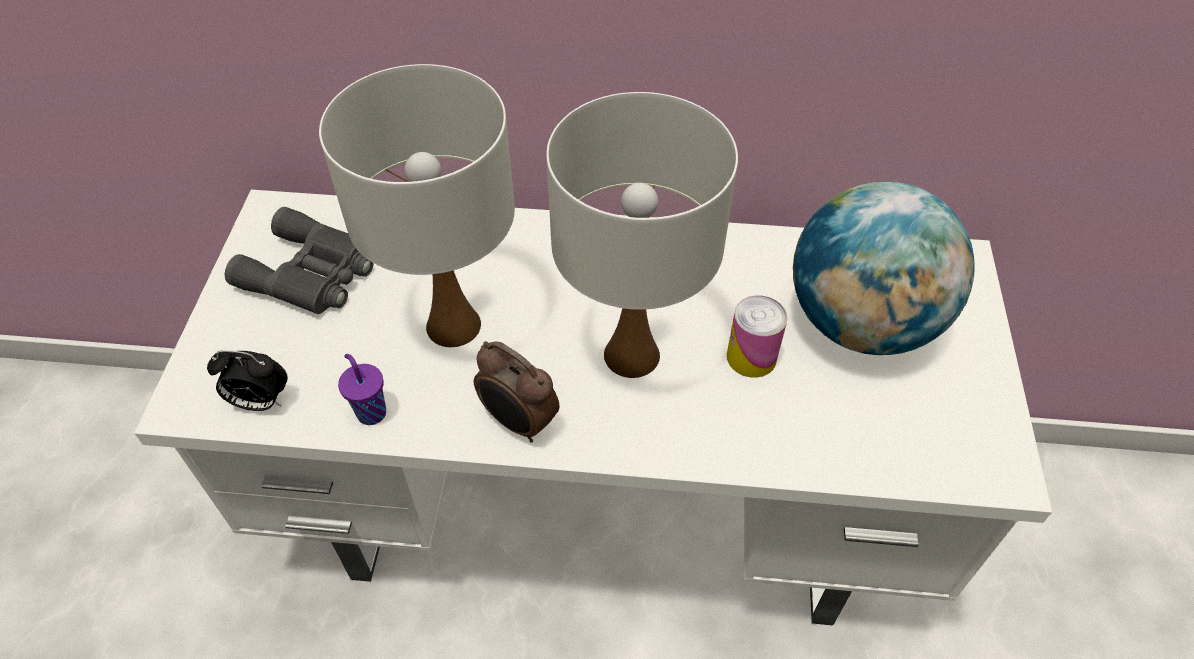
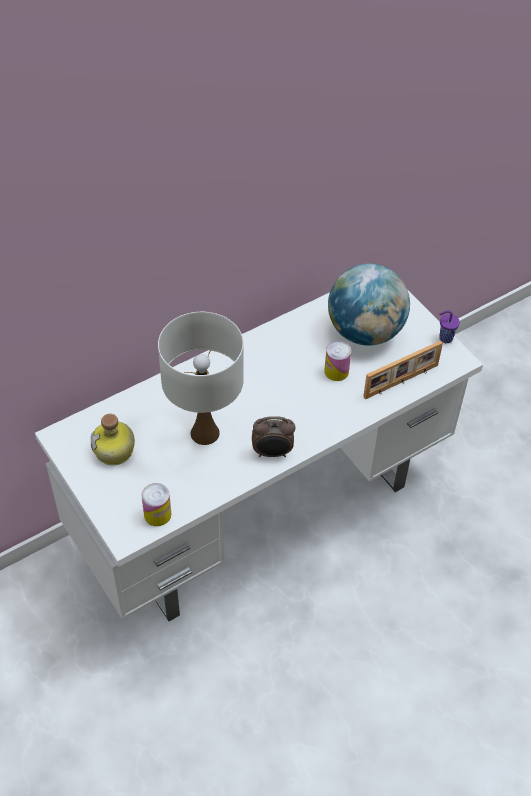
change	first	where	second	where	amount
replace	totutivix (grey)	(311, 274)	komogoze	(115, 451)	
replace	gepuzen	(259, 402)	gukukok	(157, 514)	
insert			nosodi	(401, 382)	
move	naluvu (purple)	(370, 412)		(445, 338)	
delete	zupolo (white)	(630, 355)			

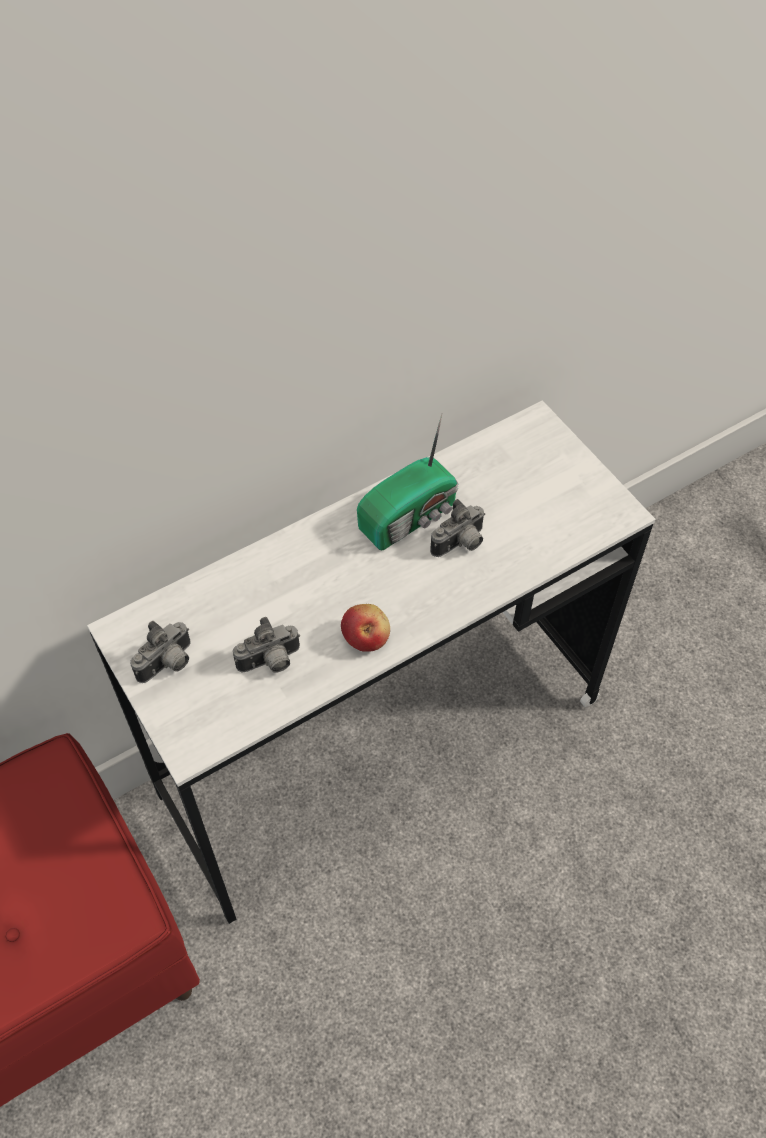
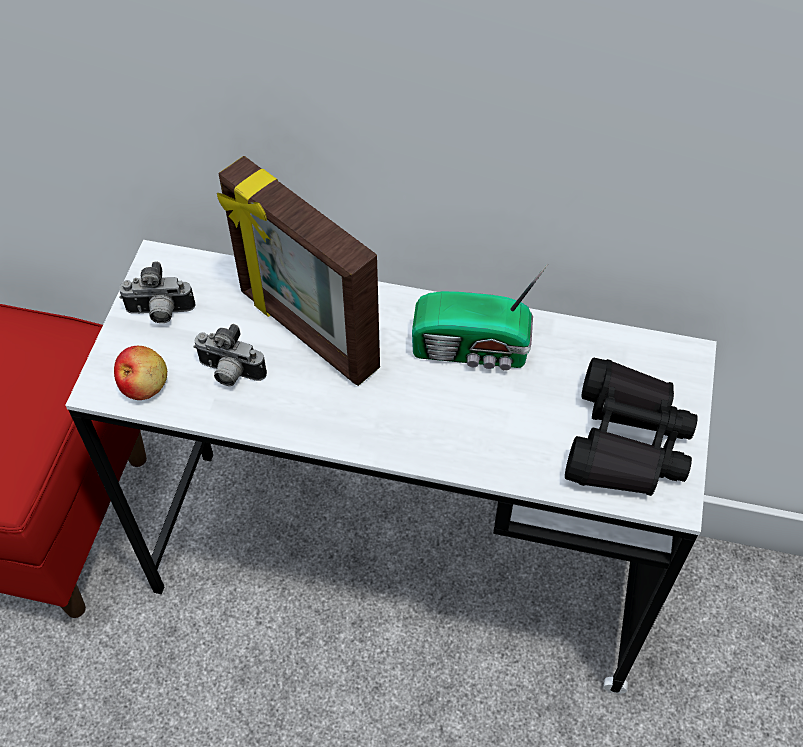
change	first	where	second	where	amount
move	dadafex	(366, 637)		(144, 384)	
insert			nosodi	(306, 332)	
insert			totutivix (black)	(626, 441)	
delete	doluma	(460, 544)			

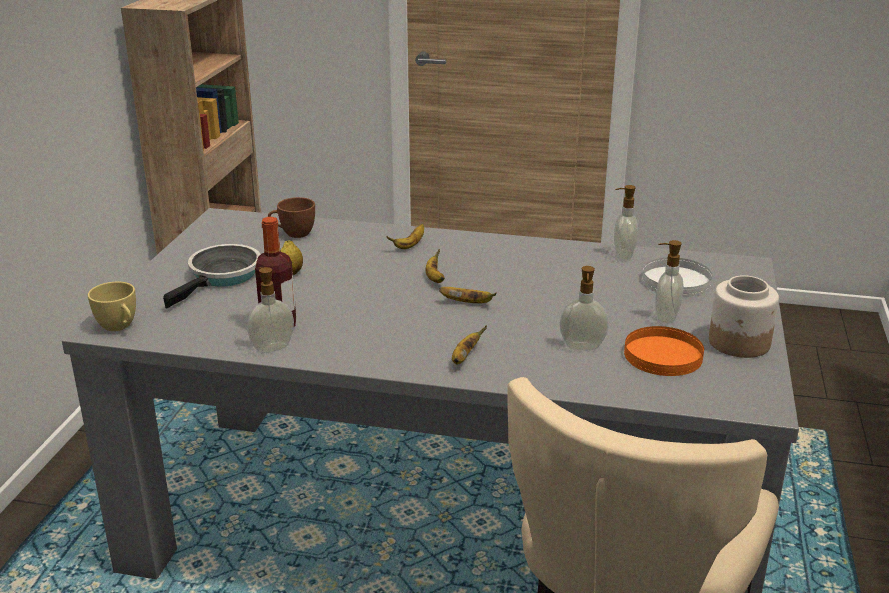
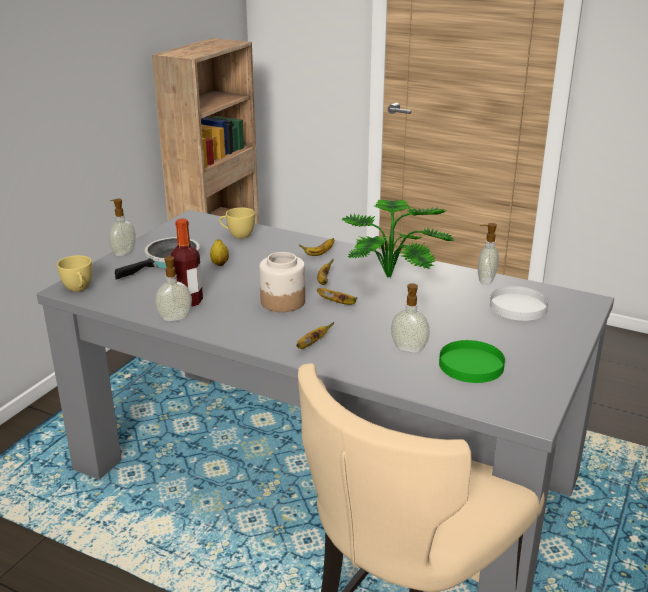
change	first	where	second	where	amount
move	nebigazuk	(665, 317)		(123, 253)	
recolor	naluvu (brown)	(293, 234)	naluvu (yellow)	(237, 235)	
move	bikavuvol	(739, 343)		(283, 302)	
insert			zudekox	(395, 276)	
recolor	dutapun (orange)	(662, 355)	dutapun (green)	(470, 365)	

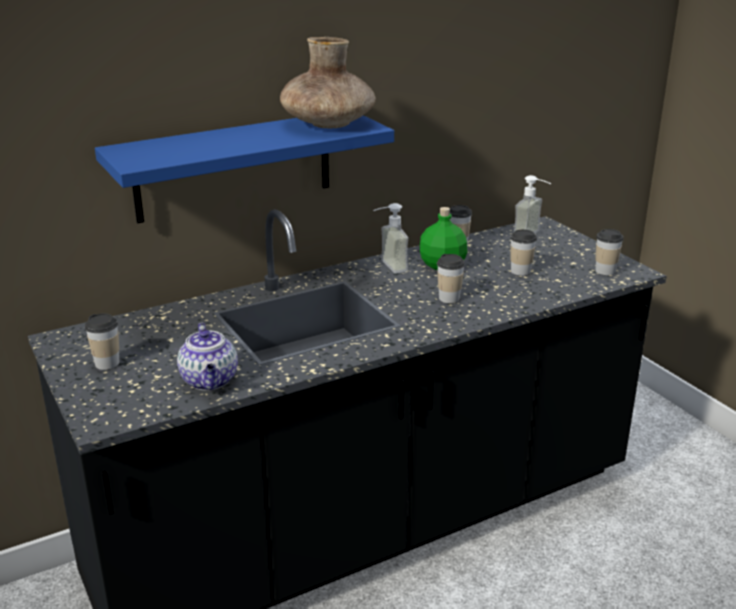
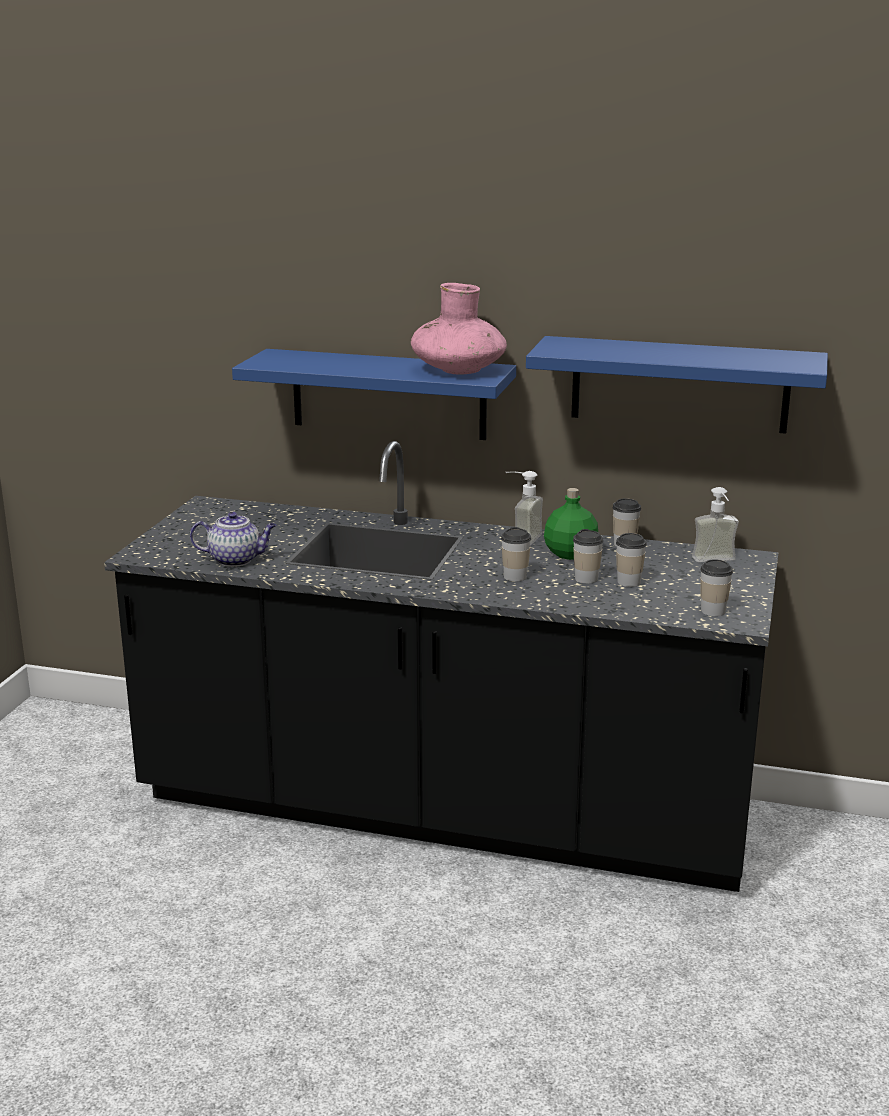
change	first	where	second	where	amount
rotate	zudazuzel	(210, 381)		(236, 560)	120 degrees counterclockwise
recolor	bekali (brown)	(328, 124)	bekali (pink)	(459, 370)	
insert			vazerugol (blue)	(679, 384)	
move	naluvu	(107, 363)		(586, 579)	

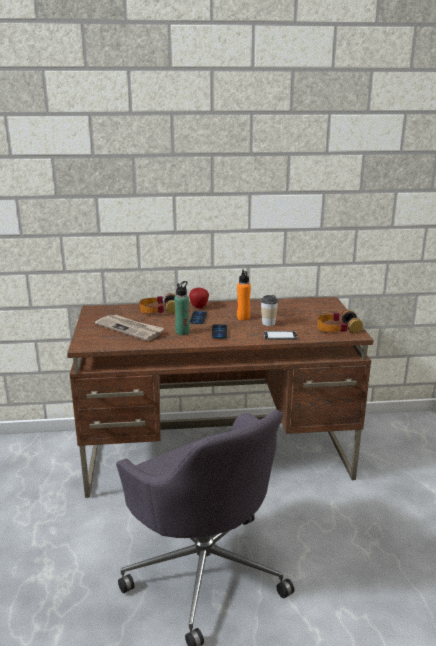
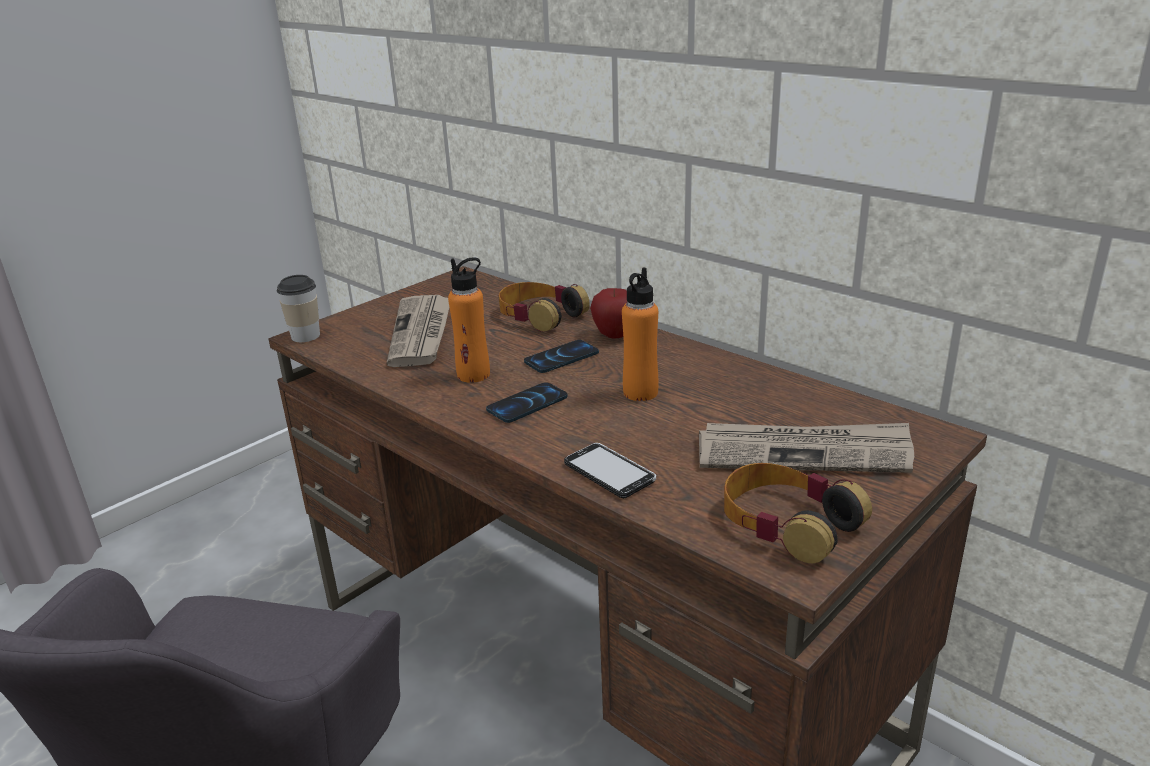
change	first	where	second	where	amount
move	naluvu	(268, 323)		(305, 336)	
recolor	komogoze (green)	(182, 332)	komogoze (orange)	(473, 375)	
insert			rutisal	(804, 452)	

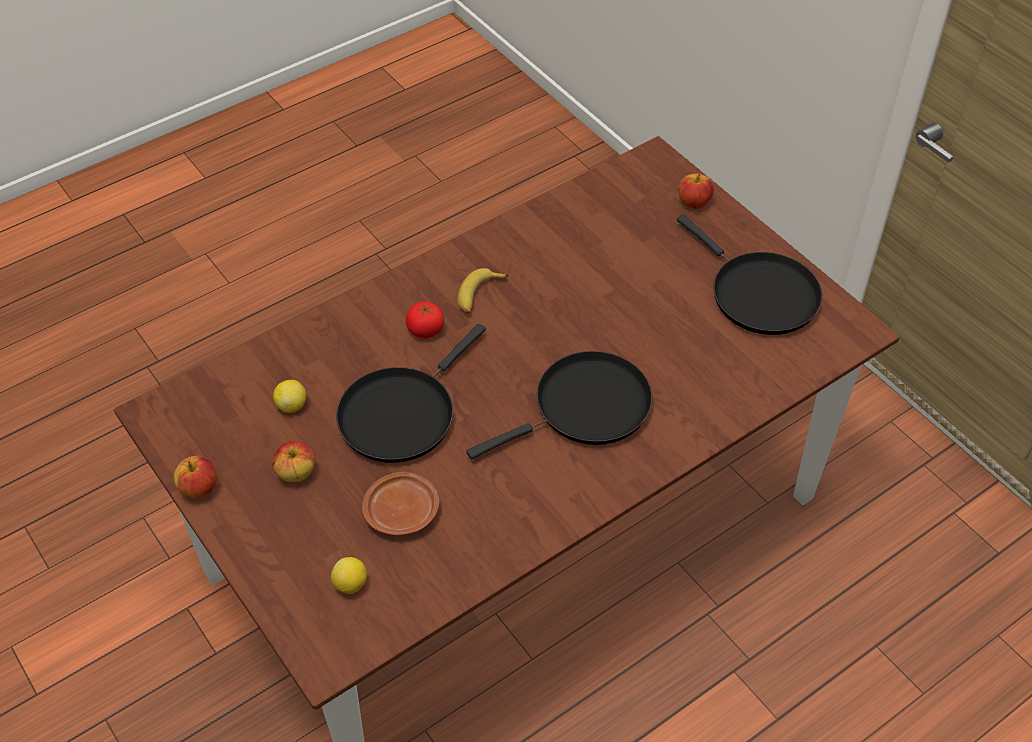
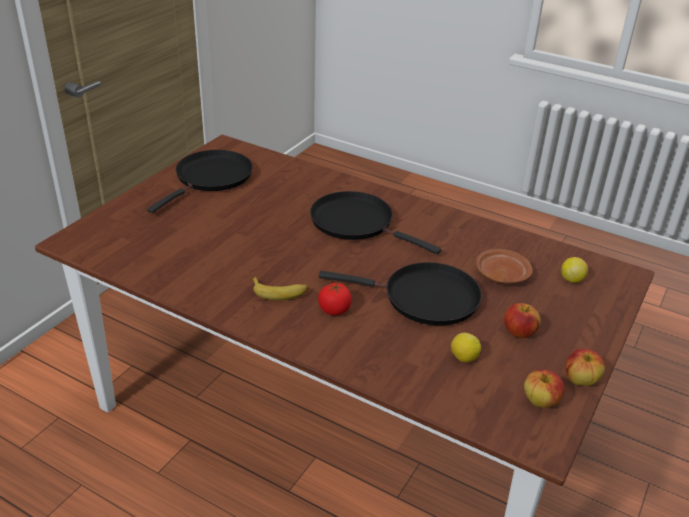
change	first	where	second	where	amount
move	dadafex	(694, 203)		(540, 402)	

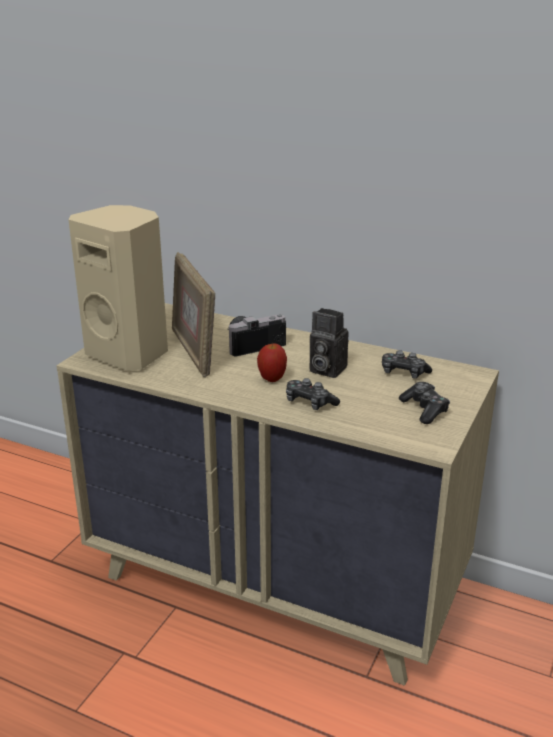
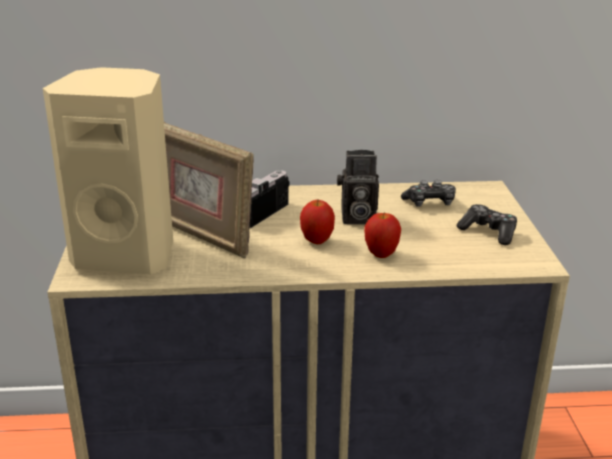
change	first	where	second	where	amount
replace	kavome	(309, 402)	dadafex	(381, 254)	

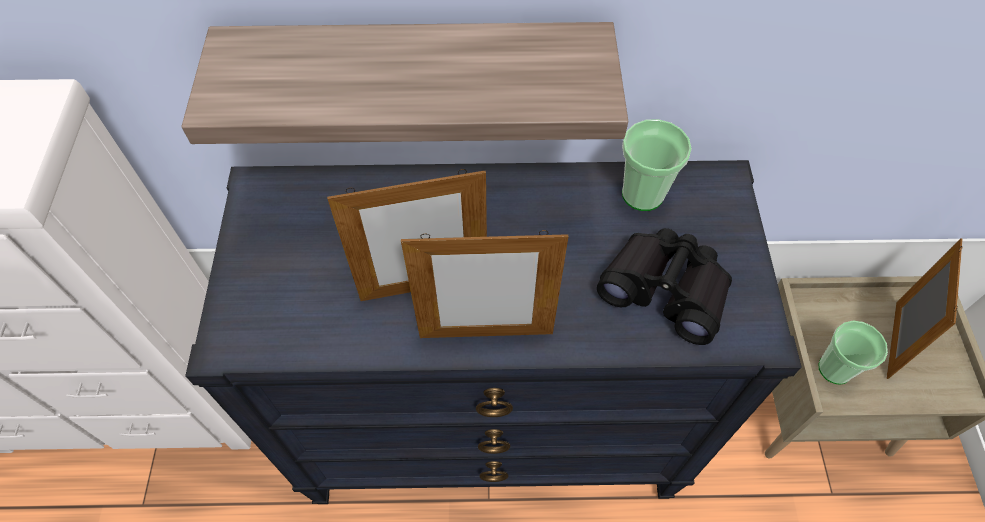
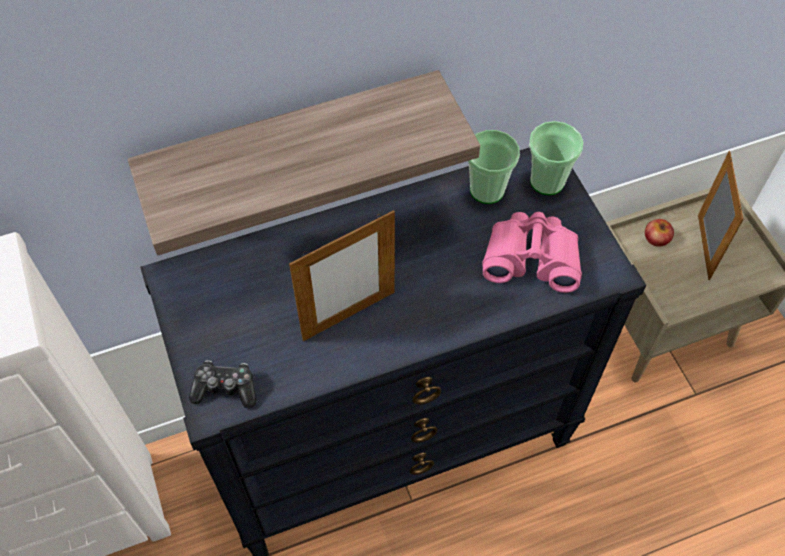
change	first	where	second	where	amount
insert			kavome	(225, 388)	
recolor	totutivix (black)	(666, 289)	totutivix (pink)	(531, 258)	
move	naluvu	(835, 369)		(547, 181)	
insert			dadafex	(656, 238)	
delete	nosodi	(486, 334)			

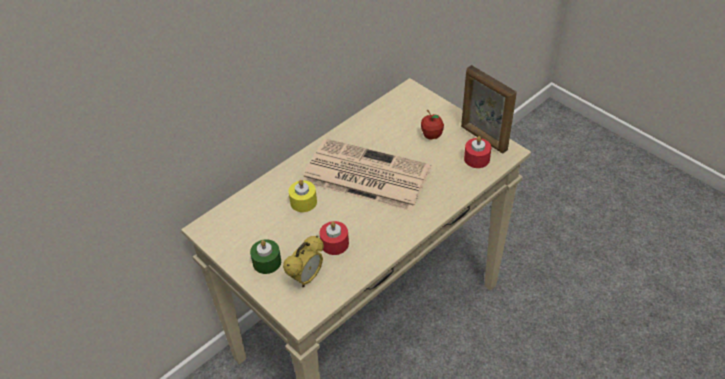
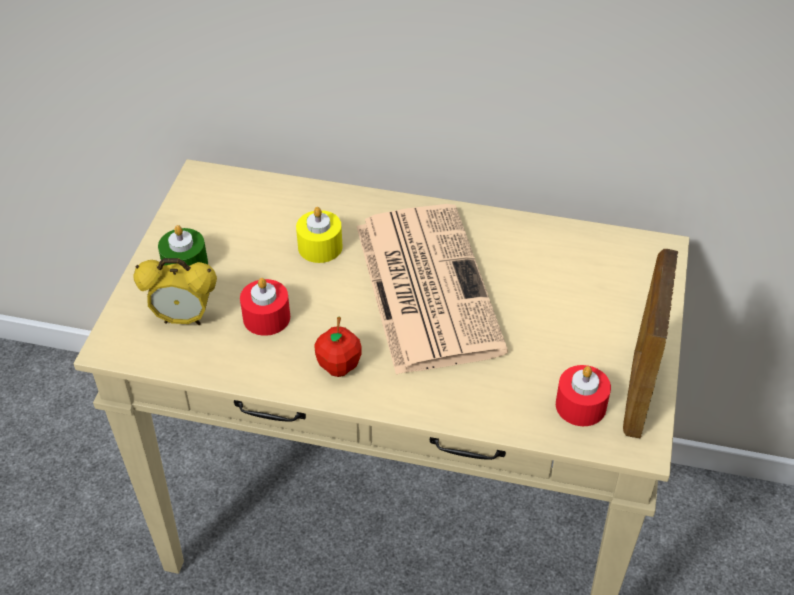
change	first	where	second	where	amount
move	dadafex	(431, 135)		(339, 366)	

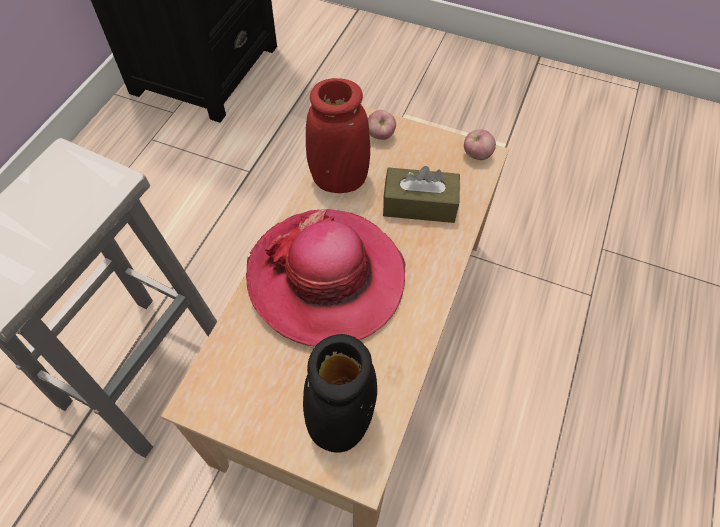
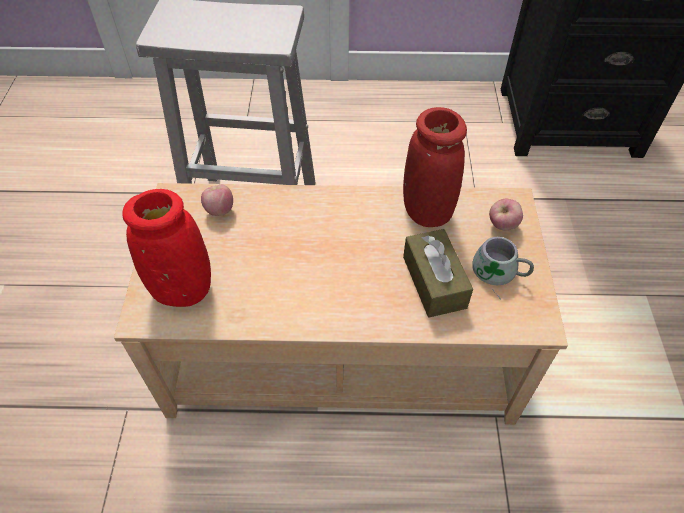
change	first	where	second	where	amount
recolor	bekali (black)	(340, 420)	bekali (red)	(182, 289)	
move	dadafex	(476, 155)		(219, 210)	
insert			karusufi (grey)	(498, 275)	
delete	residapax	(327, 278)			

